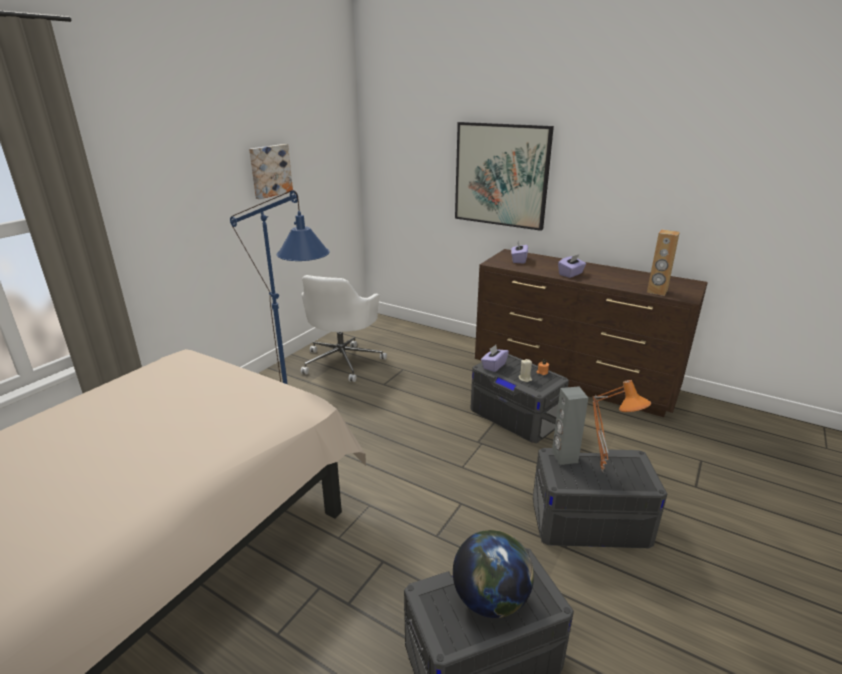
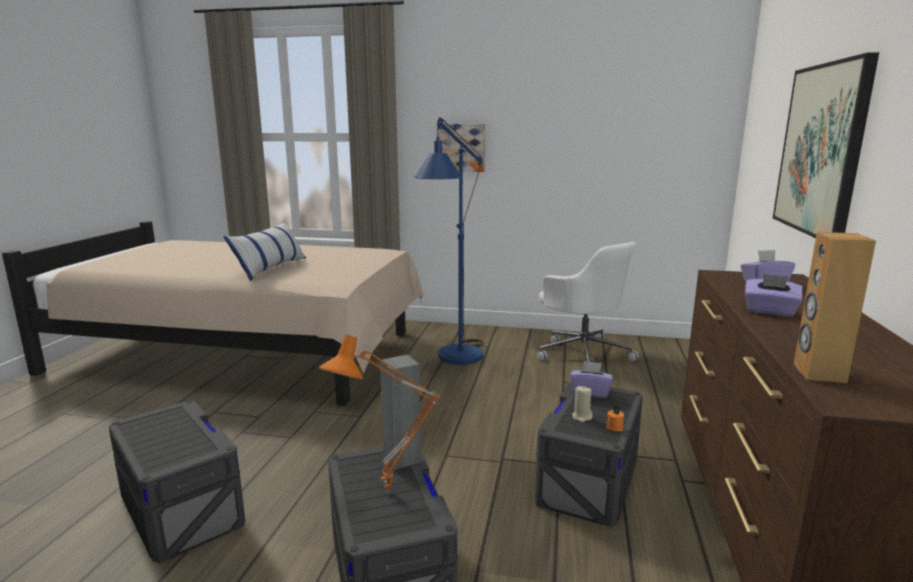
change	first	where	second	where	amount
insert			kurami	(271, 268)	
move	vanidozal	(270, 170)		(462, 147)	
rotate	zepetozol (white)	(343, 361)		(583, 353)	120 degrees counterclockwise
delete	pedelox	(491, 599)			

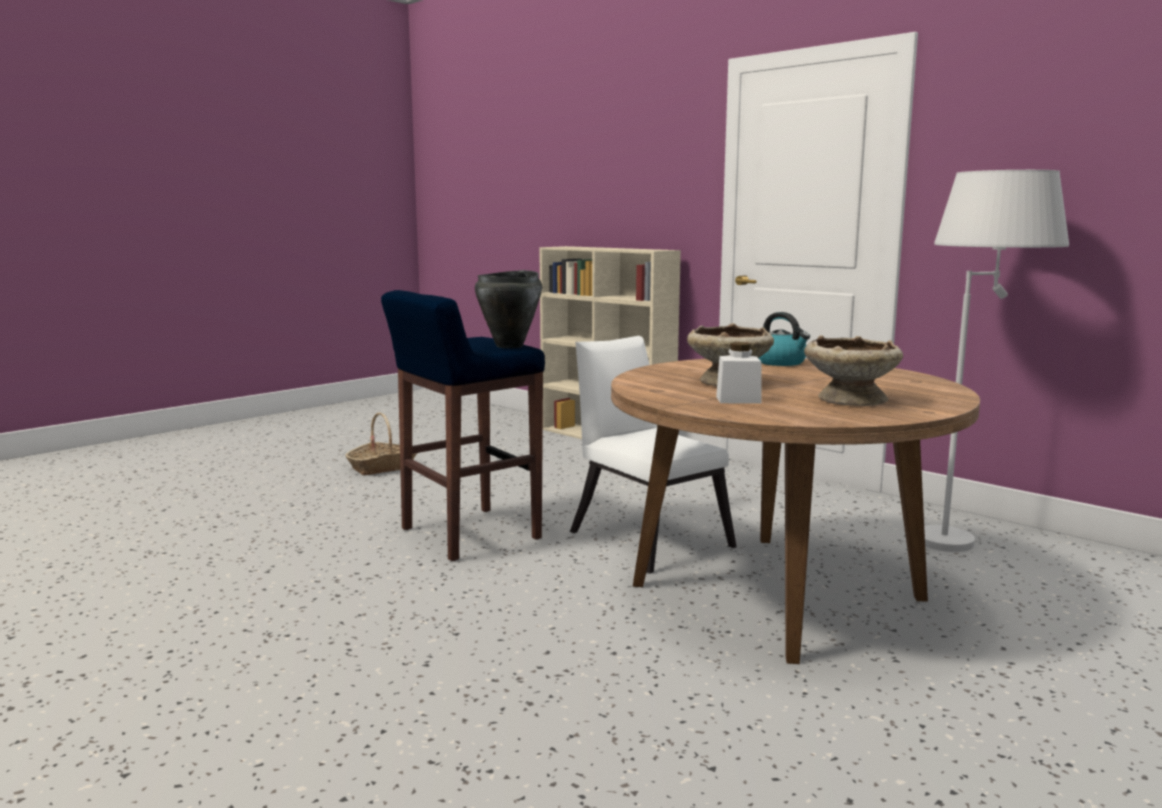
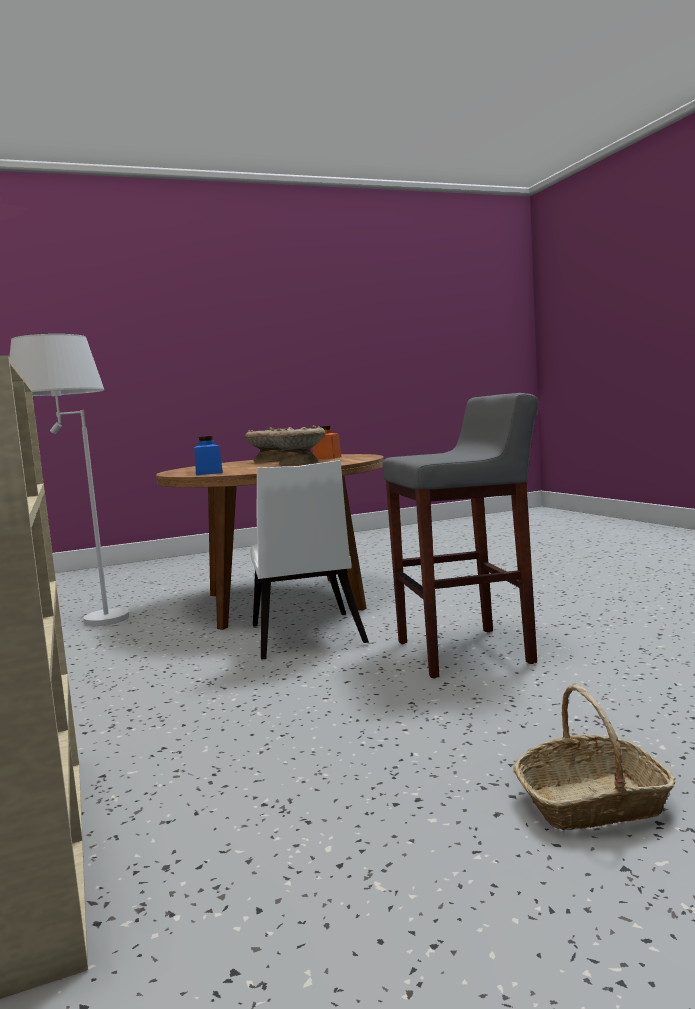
change	first	where	second	where	amount
replace	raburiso	(780, 362)	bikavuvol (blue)	(209, 473)	
recolor	bikavuvol (white)	(738, 400)	bikavuvol (orange)	(327, 458)	
recolor	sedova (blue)	(468, 534)	sedova (grey)	(466, 652)	
delete	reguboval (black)	(510, 346)			

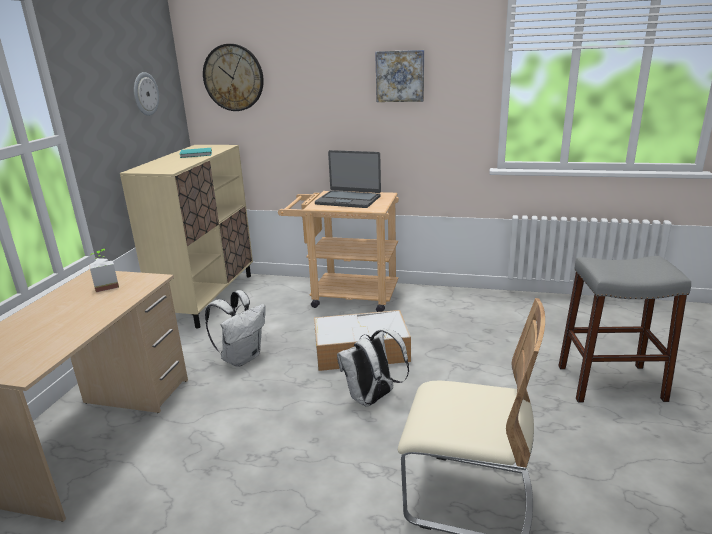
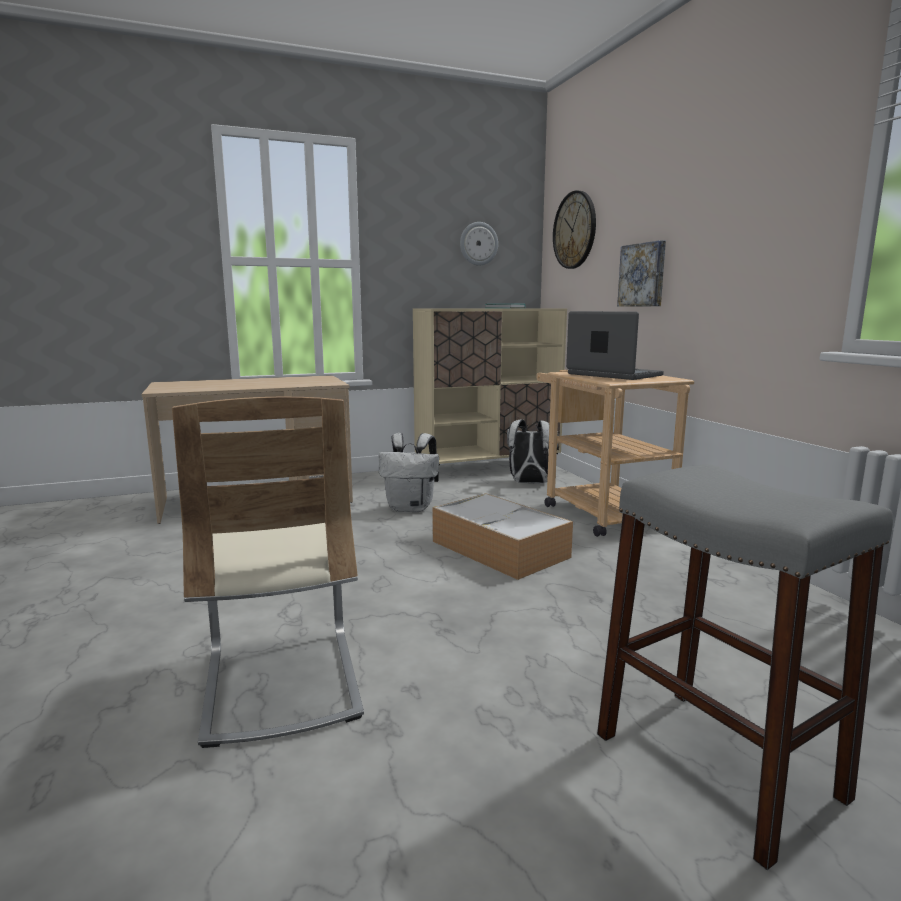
change	first	where	second	where	amount
move	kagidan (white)	(372, 399)		(529, 483)	
rotate	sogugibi	(348, 200)		(613, 375)	150 degrees clockwise
move	vanidozal	(400, 76)		(643, 275)	
delete	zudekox	(106, 286)			

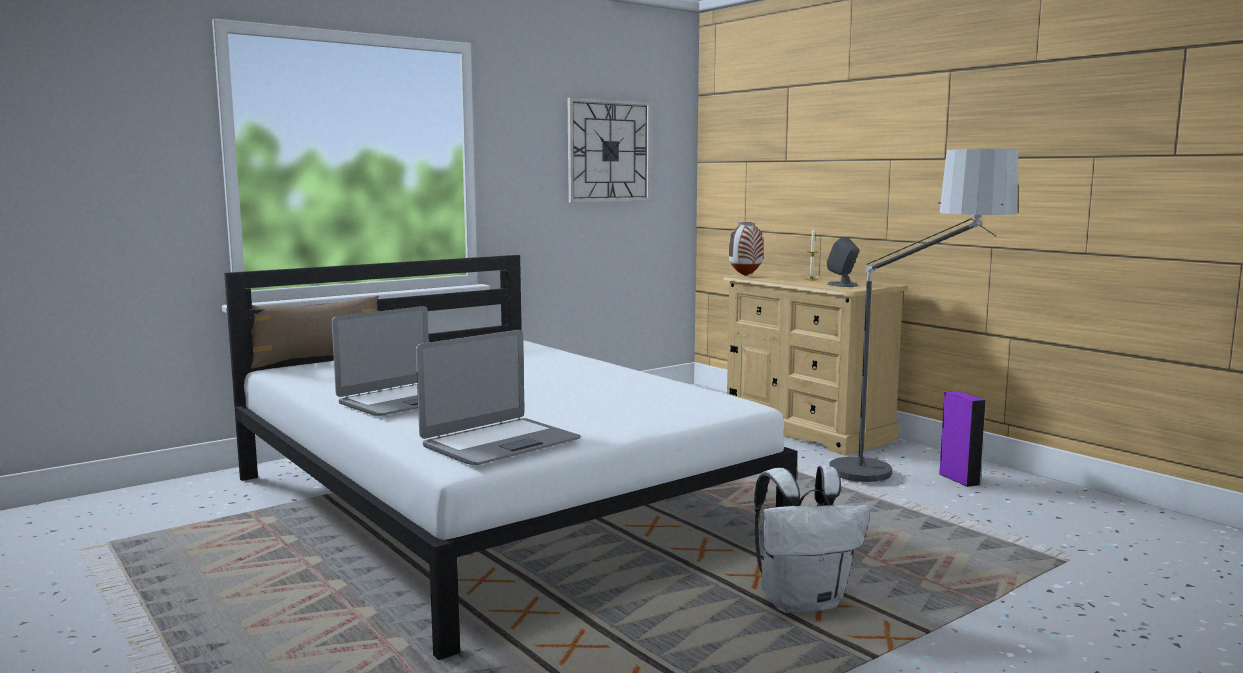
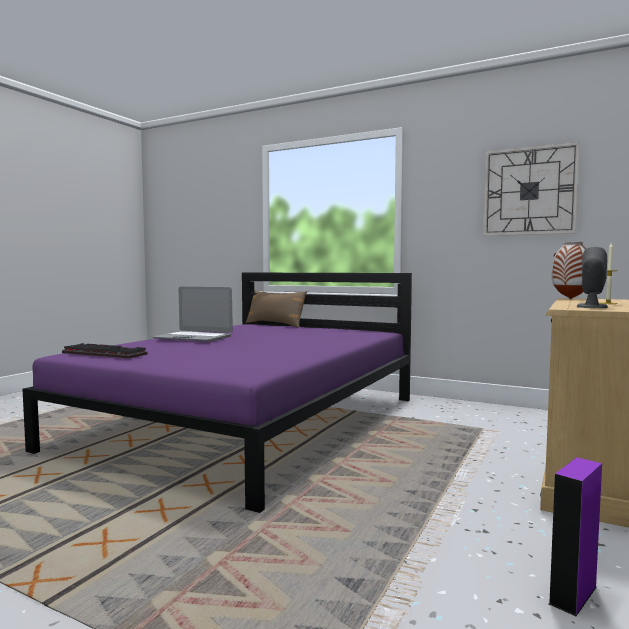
change	first	where	second	where	amount
recolor	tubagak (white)	(493, 505)	tubagak (purple)	(251, 422)	
replace	sogugibi	(500, 443)	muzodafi	(107, 353)	
delete	kagidan (white)	(803, 602)			
delete	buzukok	(907, 486)			

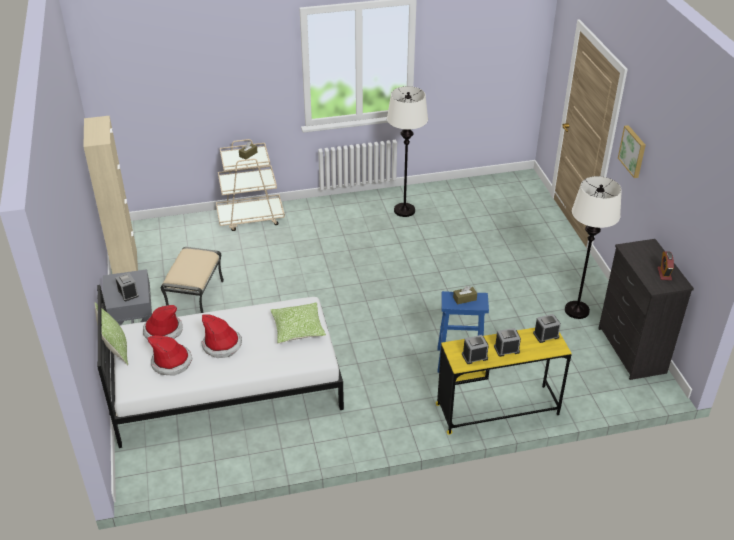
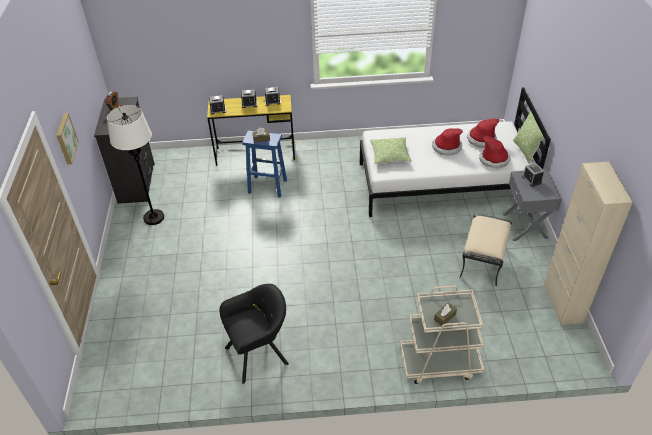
change	first	where	second	where	amount
replace	buzukok (white)	(404, 210)	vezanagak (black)	(259, 354)	

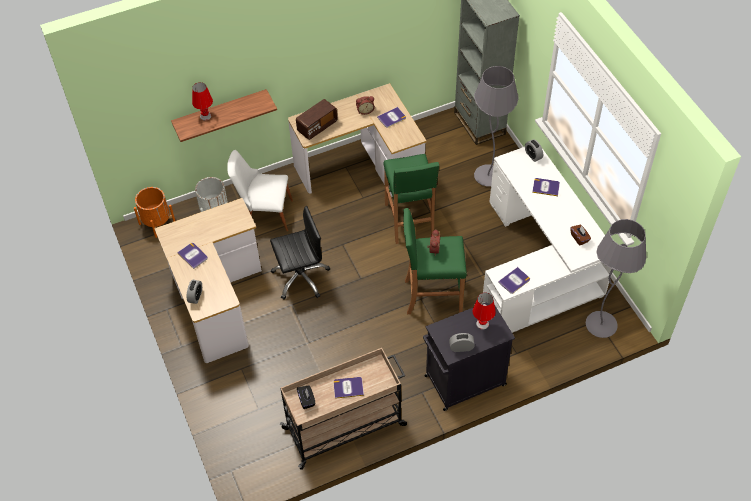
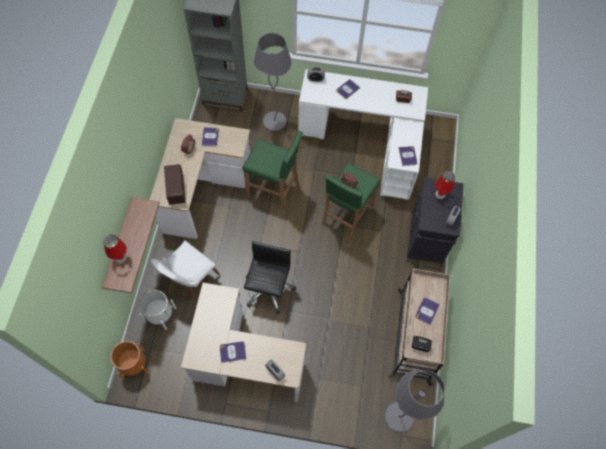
change	first	where	second	where	amount
move	buzukok (grey)	(601, 325)		(399, 417)	

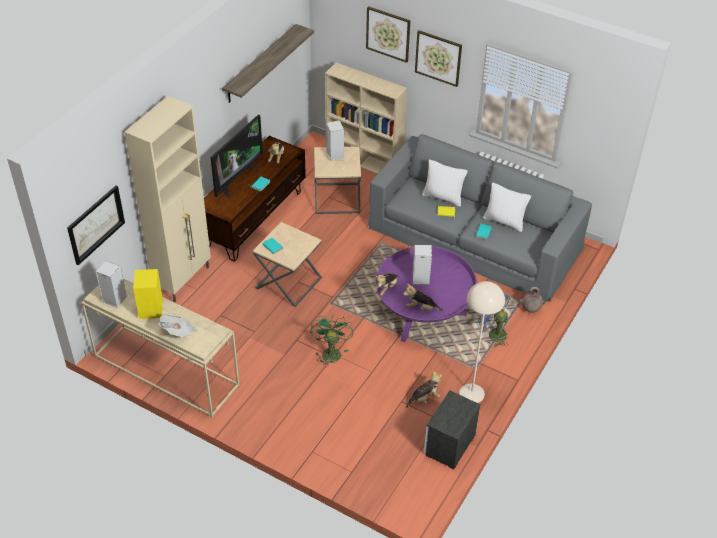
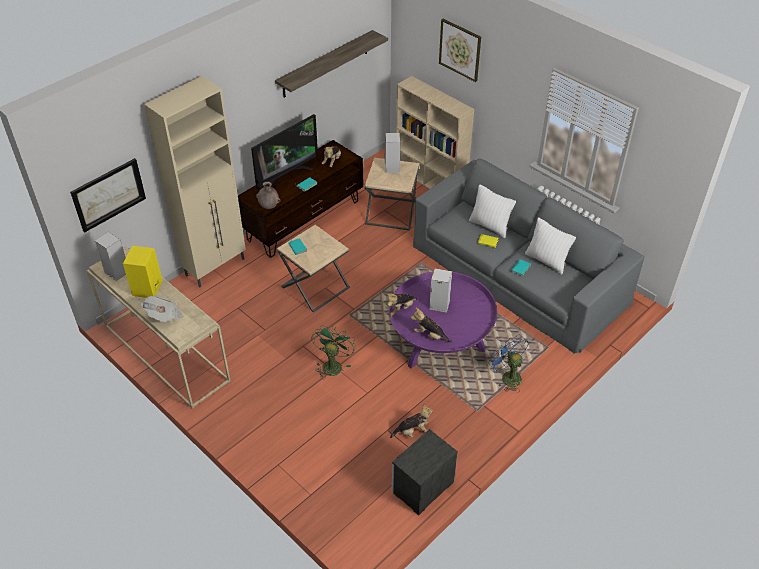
change	first	where	second	where	amount
move	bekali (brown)	(530, 309)		(269, 207)	
delete	vanidozal	(438, 58)			
delete	buzukok (beige)	(472, 393)			

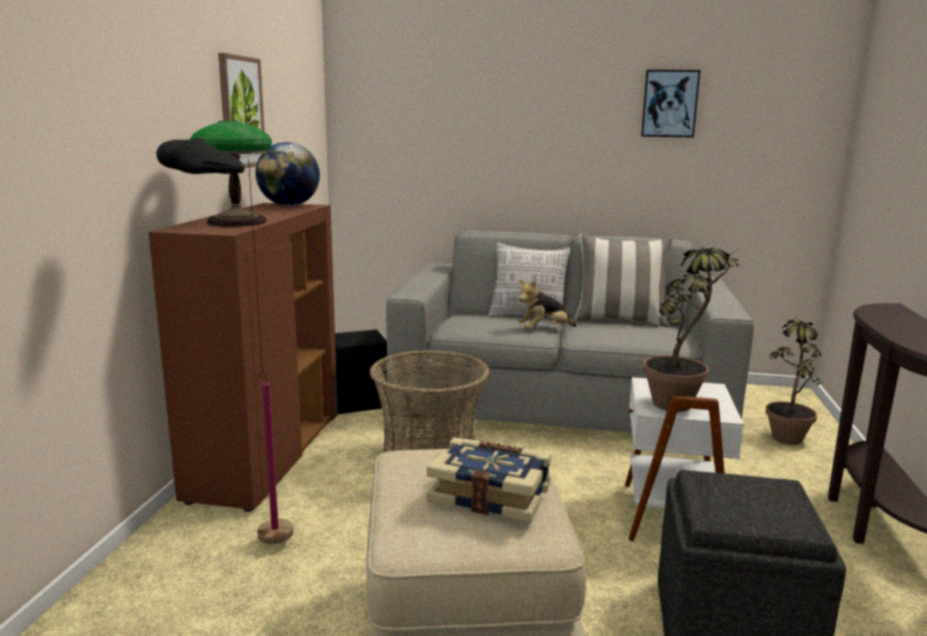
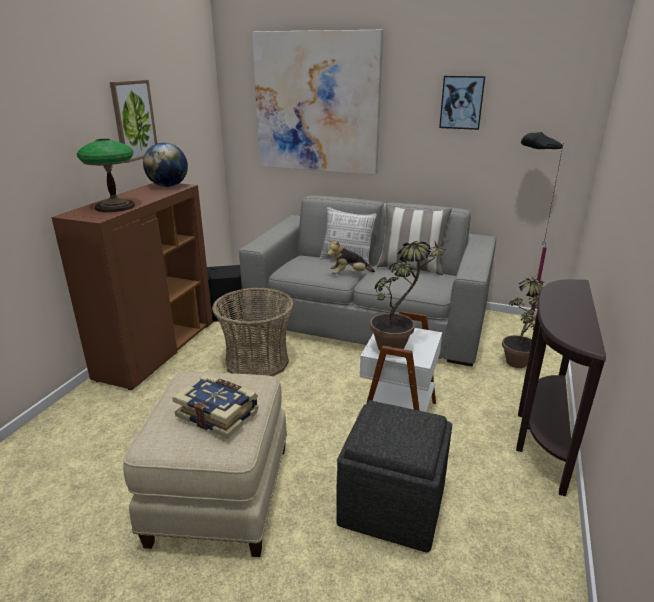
change	first	where	second	where	amount
insert			vanidozal	(317, 103)	
move	buzukok (black)	(245, 544)		(516, 320)	

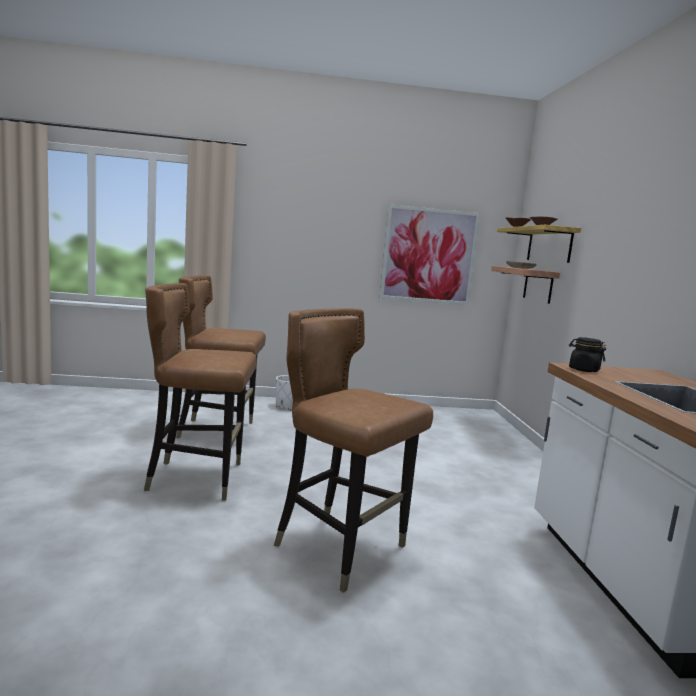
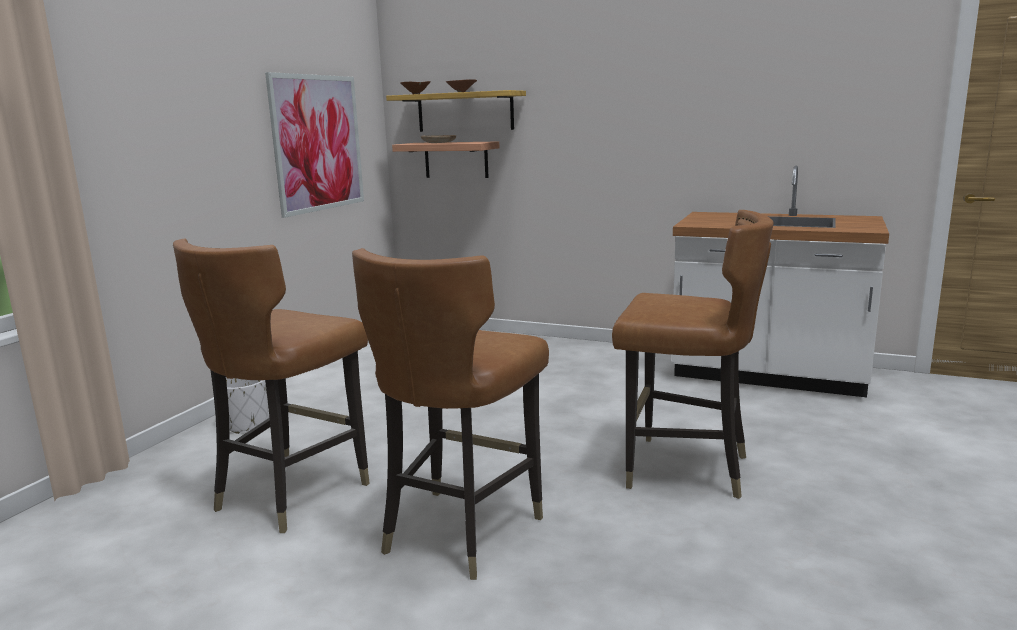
change	first	where	second	where	amount
rotate	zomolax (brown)	(340, 549)		(684, 469)	135 degrees counterclockwise
delete	bikavuvol (black)	(583, 370)			

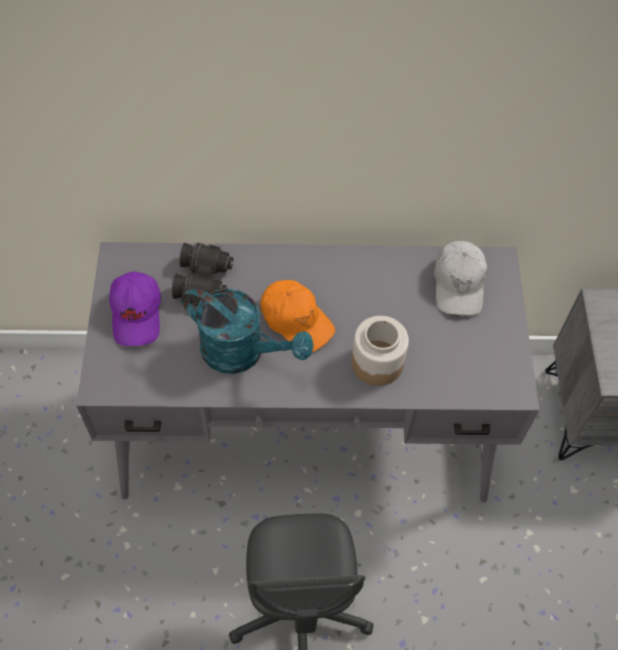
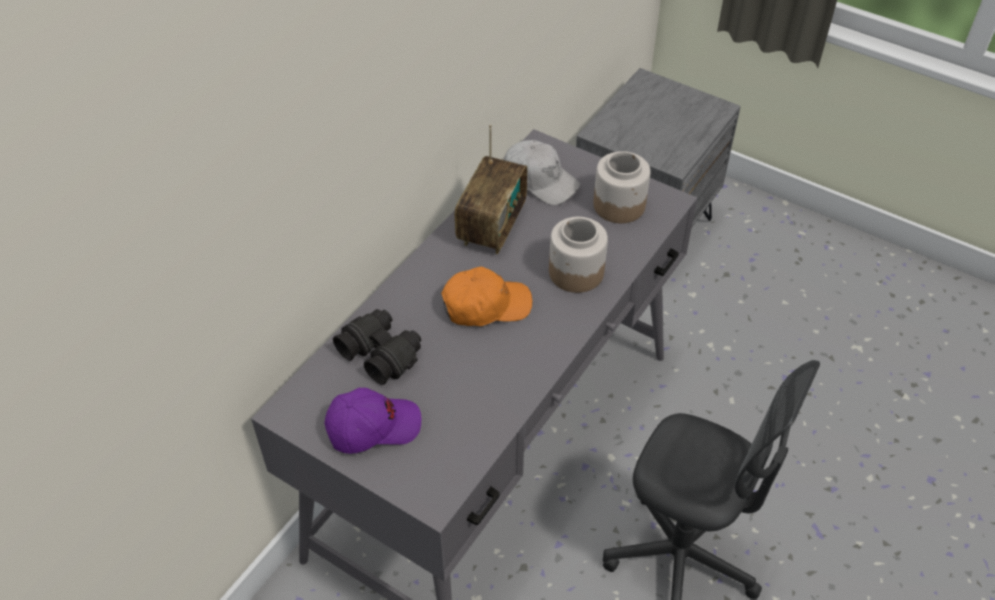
change	first	where	second	where	amount
rotate	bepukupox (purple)	(137, 314)		(373, 427)	45 degrees counterclockwise
insert			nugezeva	(491, 226)	
insert			bikavuvol	(619, 205)	
delete	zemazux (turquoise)	(243, 352)			

